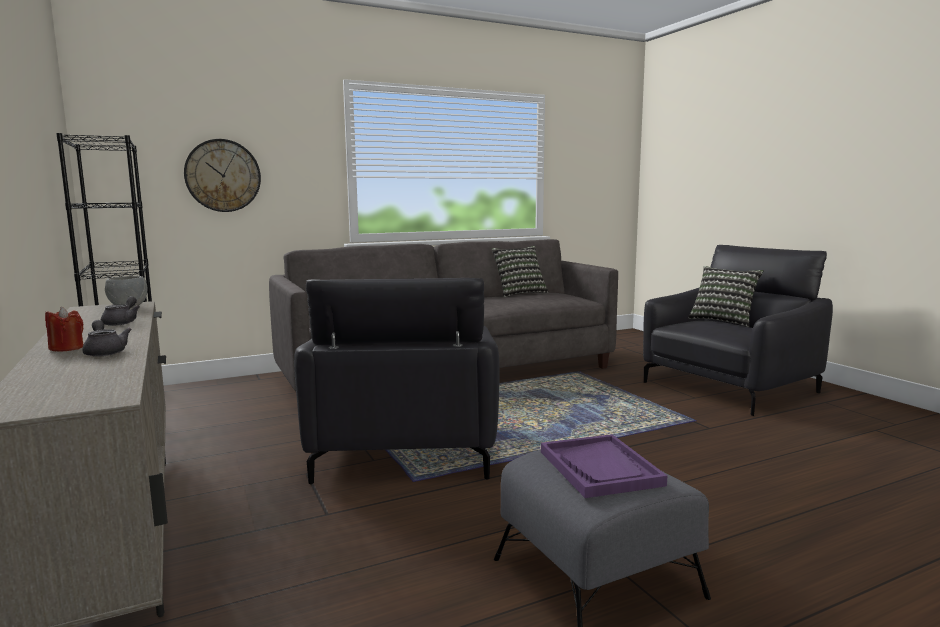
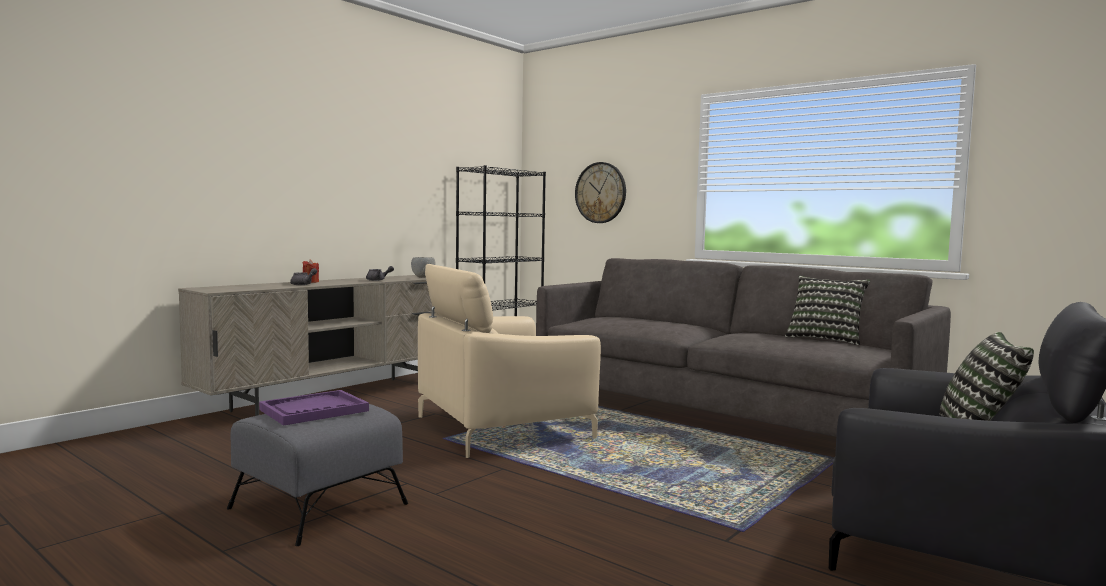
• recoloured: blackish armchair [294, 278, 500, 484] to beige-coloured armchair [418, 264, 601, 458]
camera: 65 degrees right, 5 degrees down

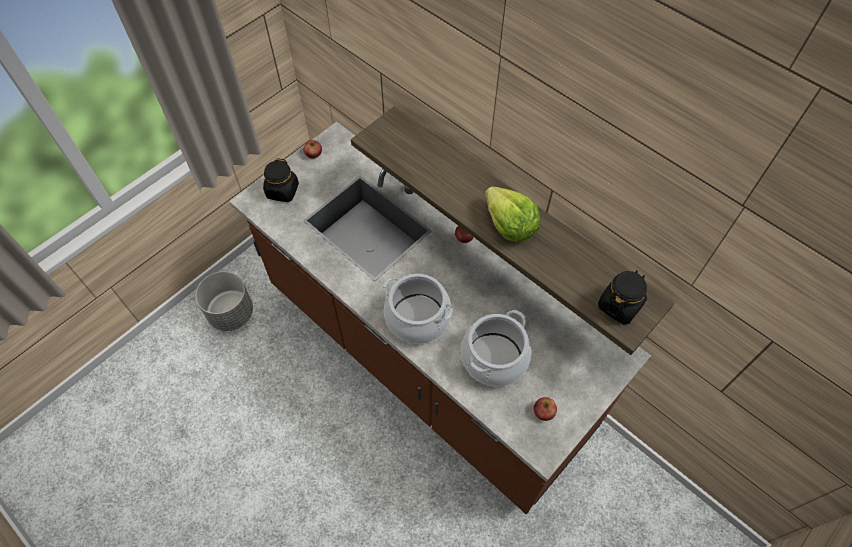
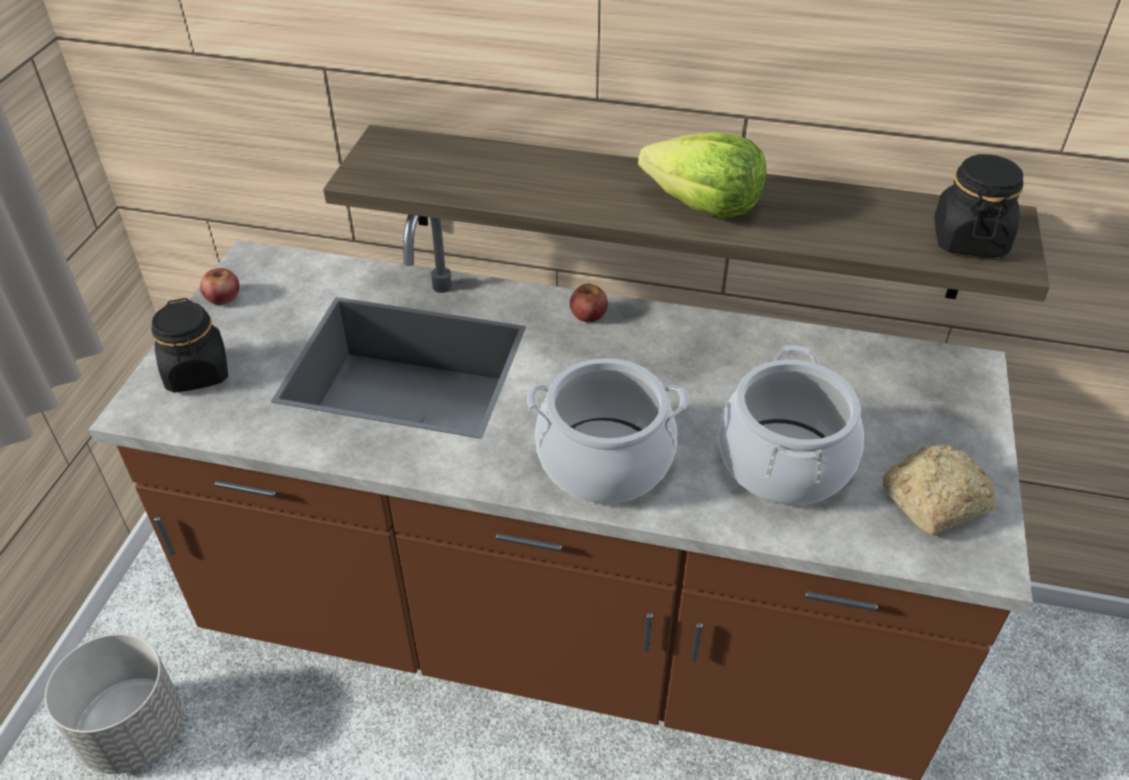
• replaced: apple [534, 397, 557, 421] to baked bread [883, 445, 995, 536]
camera: 30 degrees left, 15 degrees down

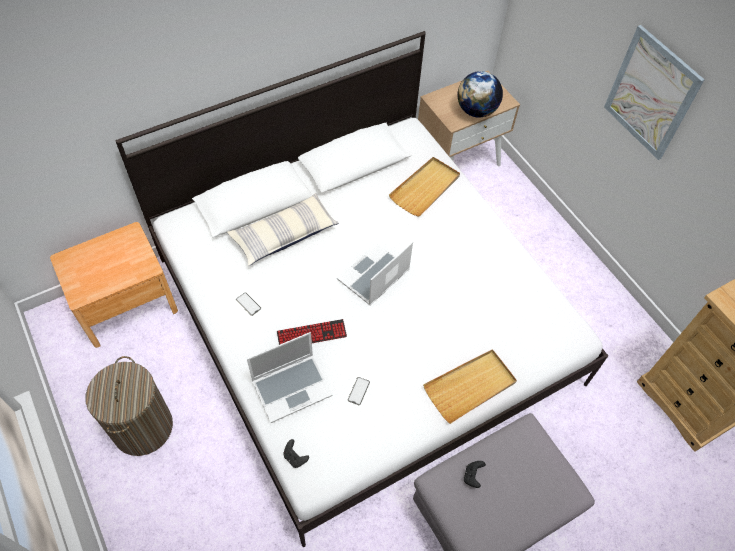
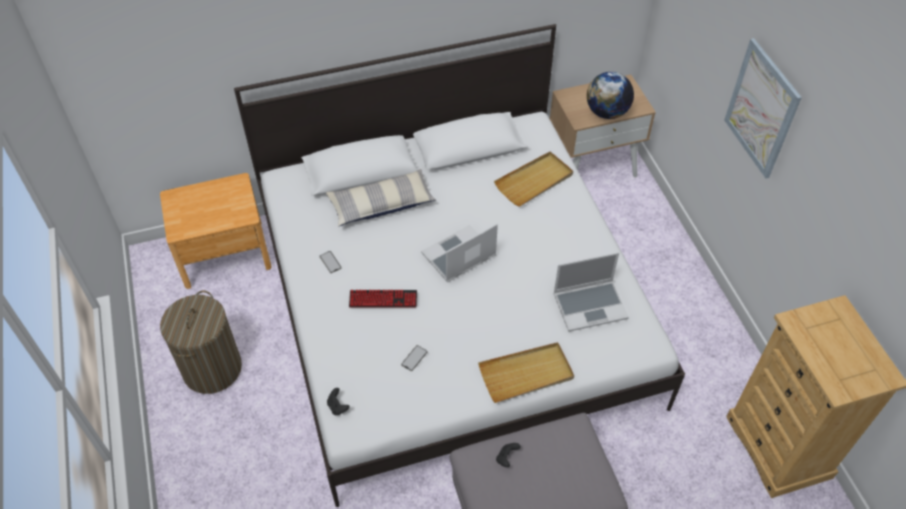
• moved: notebook computer [247, 332, 333, 423] to [553, 252, 629, 332]
camera: 15 degrees right, 5 degrees down

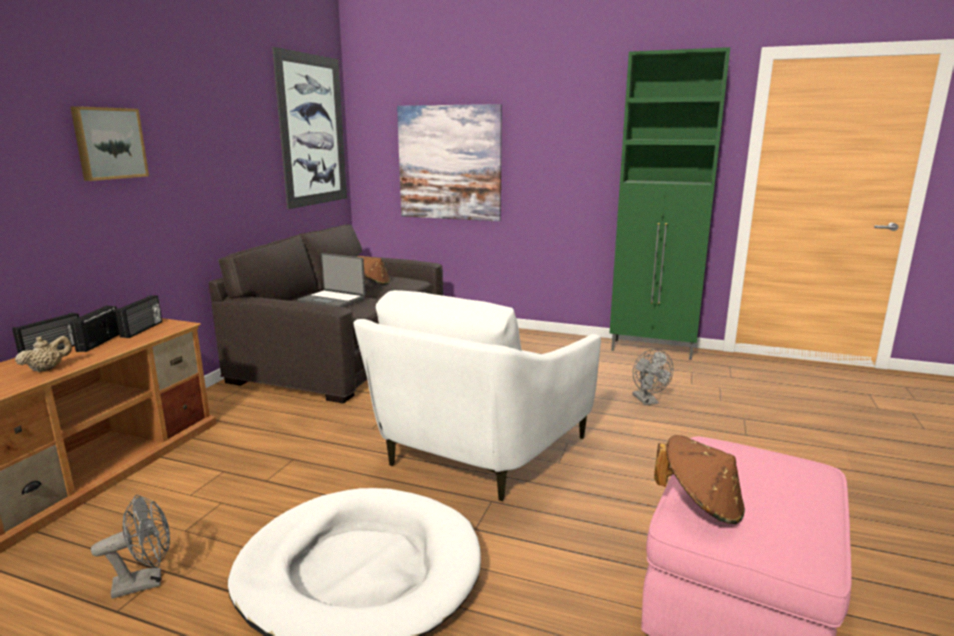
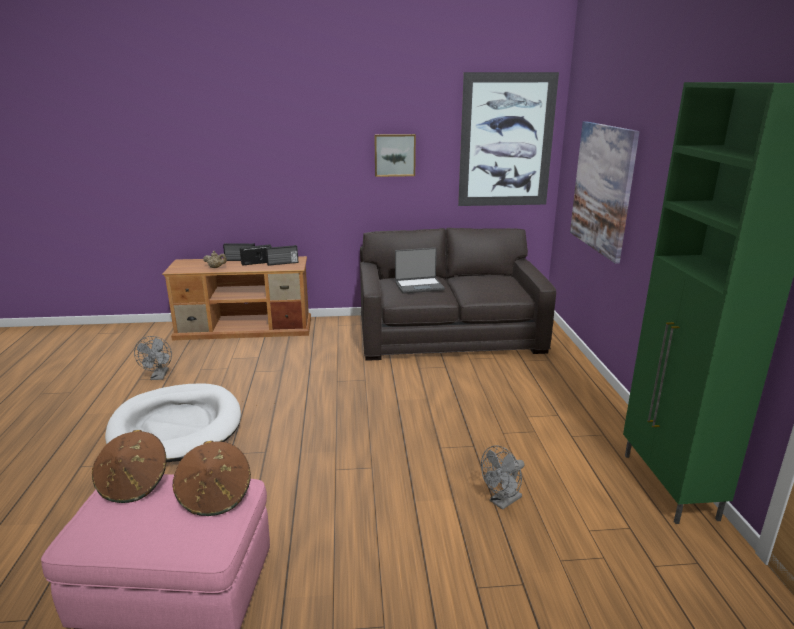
• moved: wall art [70, 106, 149, 181] to [374, 134, 416, 177]
• turned: notebook computer [298, 253, 366, 307] = [395, 248, 445, 294] 105 degrees counterclockwise
• moved: brown wearable hat [357, 256, 390, 285] to [172, 441, 251, 516]
• removed: white-coloured armchair [353, 290, 601, 501]
• turned: grey electric fan [91, 495, 170, 599] = [134, 336, 172, 380] 45 degrees clockwise
camera: 65 degrees right, 5 degrees up

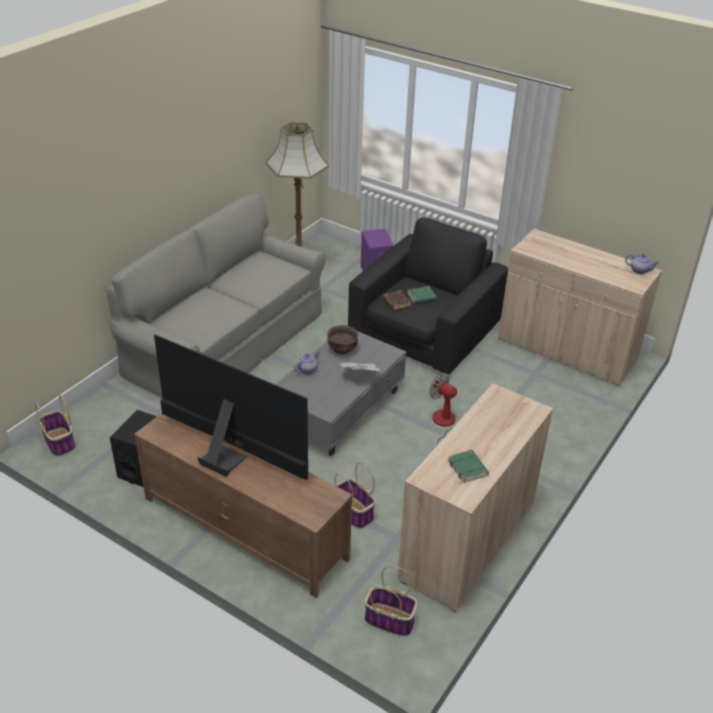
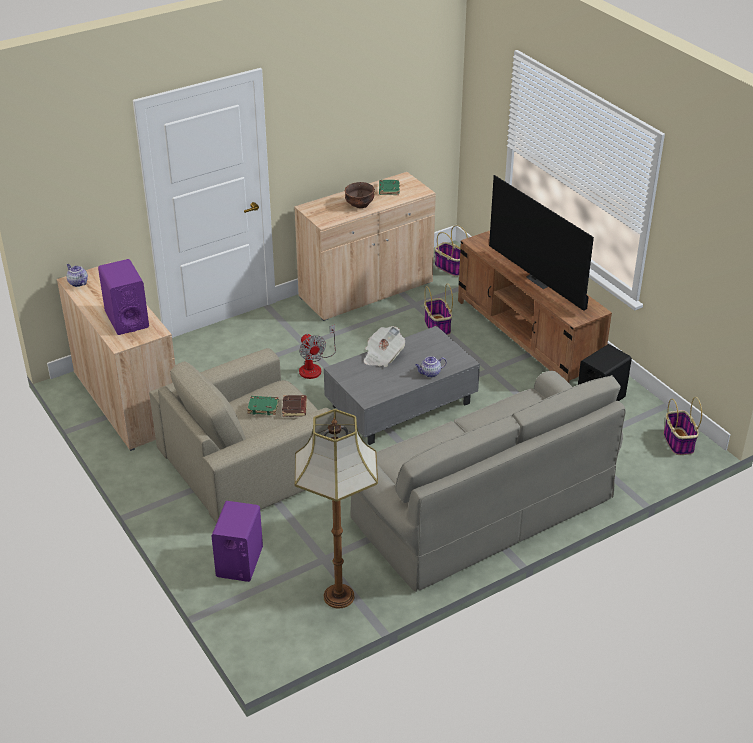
• recoloured: blackish armchair [348, 218, 508, 374] to beige-coloured armchair [149, 348, 330, 523]
• moved: brown serving bowl [327, 325, 359, 355] to [345, 182, 375, 208]
• added: purple loudspeaker [98, 259, 149, 335]
camera: 155 degrees left, 0 degrees up

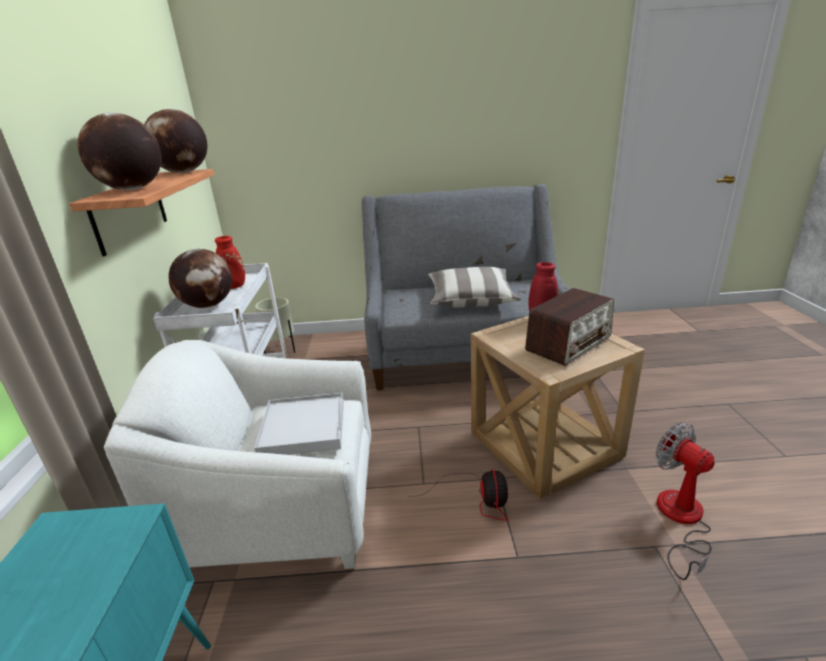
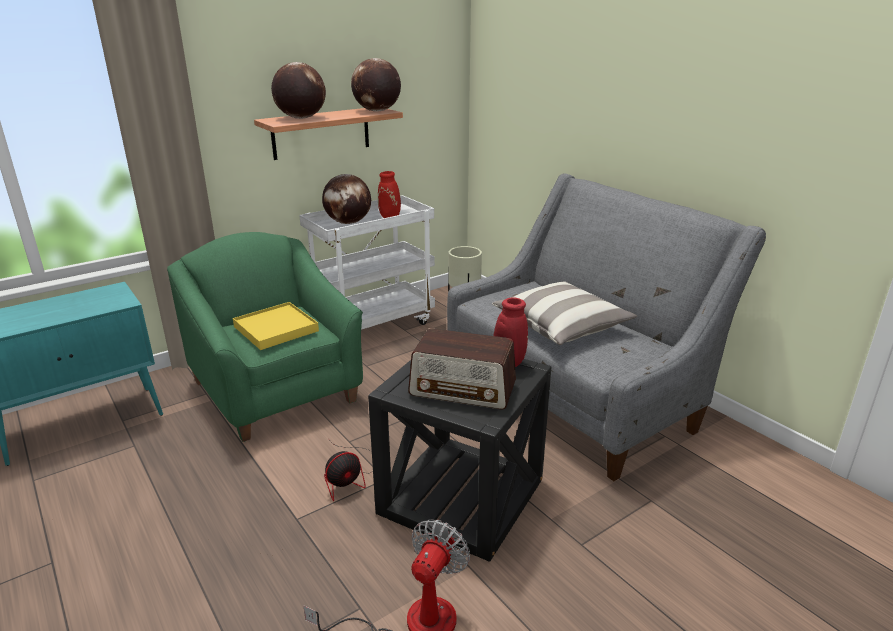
• recoloured: beige-coloured accent table [471, 316, 645, 499] to blackish accent table [368, 359, 551, 562]
• recoloured: white-coloured armchair [104, 340, 371, 569] to green armchair [167, 232, 363, 442]
• recoloured: white-coloured carrying tray [254, 393, 344, 455] to yellow-coloured carrying tray [233, 302, 319, 350]
camera: 55 degrees right, 0 degrees up

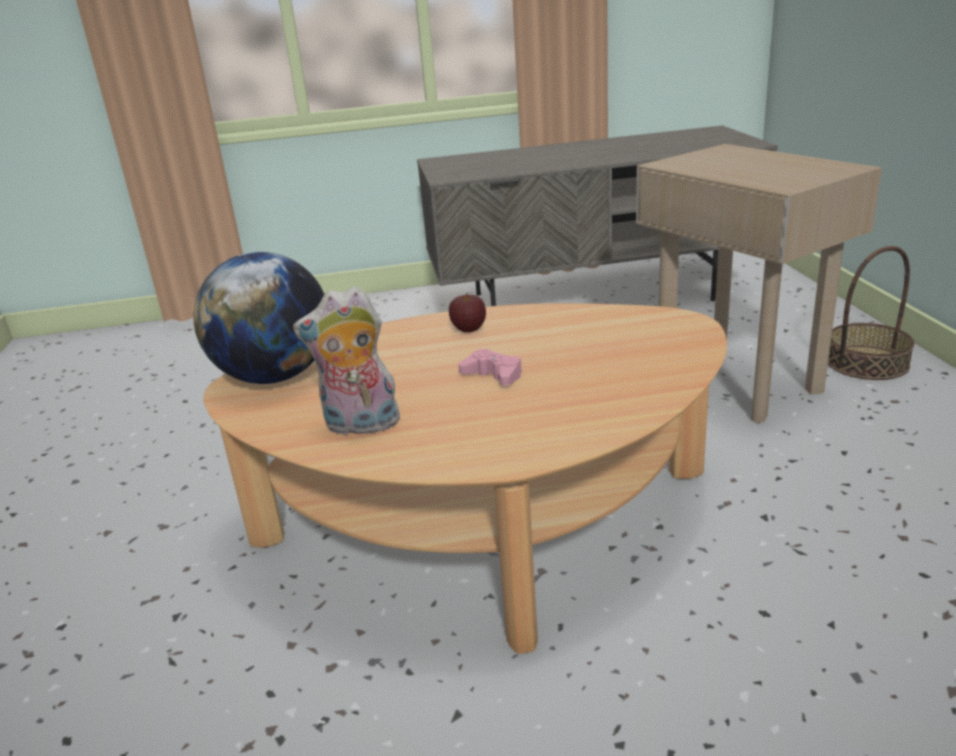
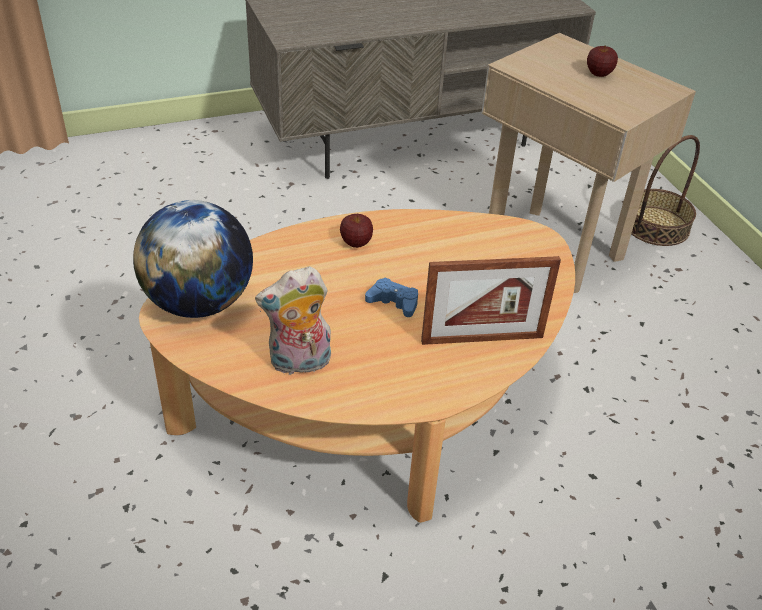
• recoloured: pinkish game controller [458, 349, 522, 386] to bluish game controller [365, 278, 418, 317]
• added: apple [587, 45, 618, 77]
• added: standing frame [421, 256, 561, 345]
camera: 15 degrees left, 15 degrees up

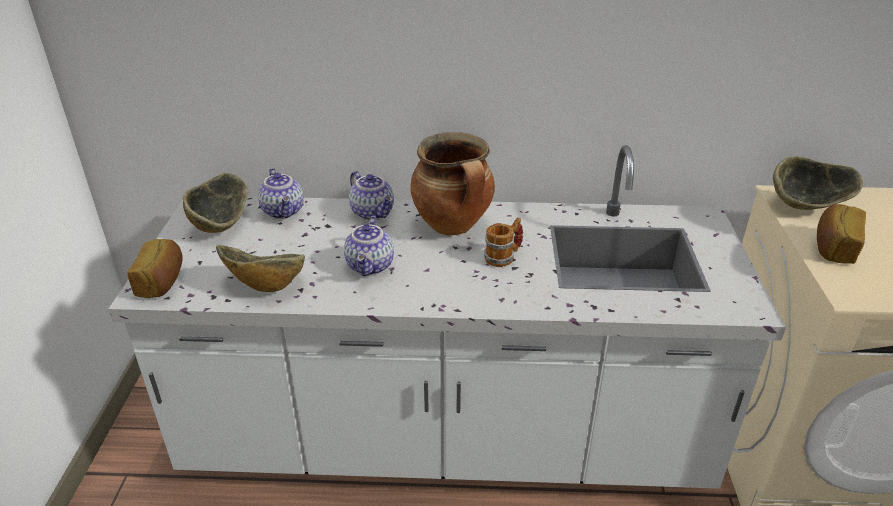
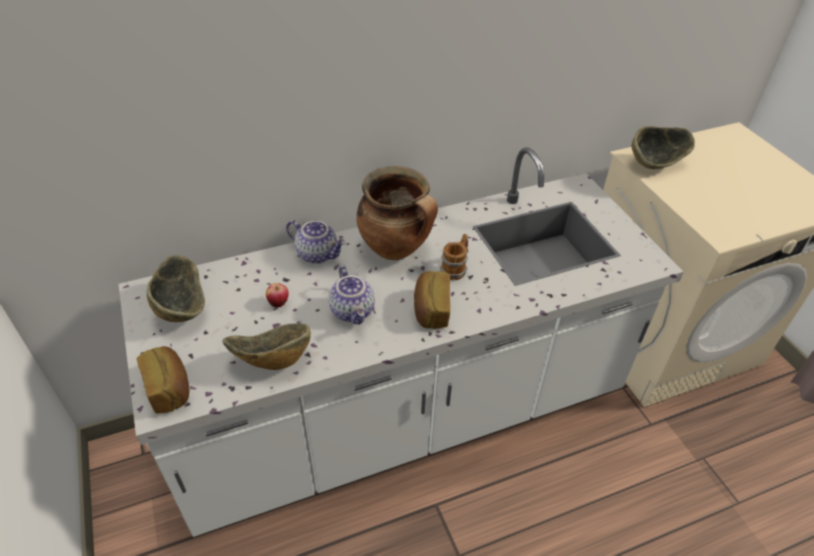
• removed: teapot [258, 168, 304, 219]
• moved: baked bread [817, 204, 866, 264] to [414, 271, 450, 329]
• added: apple [266, 283, 289, 307]
camera: 25 degrees left, 10 degrees up

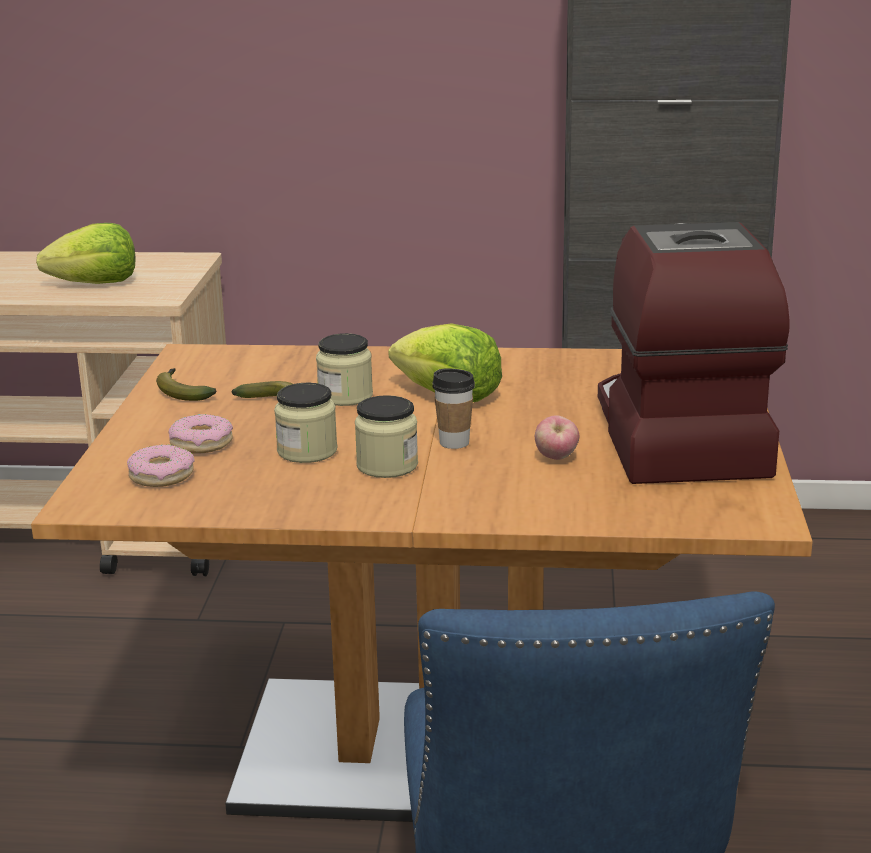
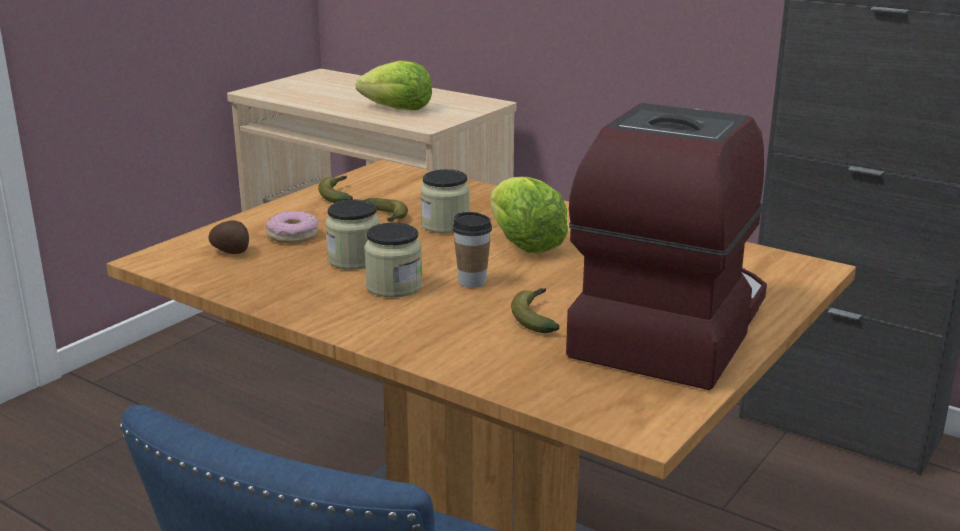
• replaced: apple [535, 415, 579, 460] to banana fruit [511, 288, 559, 333]
• replaced: donut [127, 444, 195, 487] to spud [209, 220, 249, 254]
camera: 30 degrees right, 0 degrees up

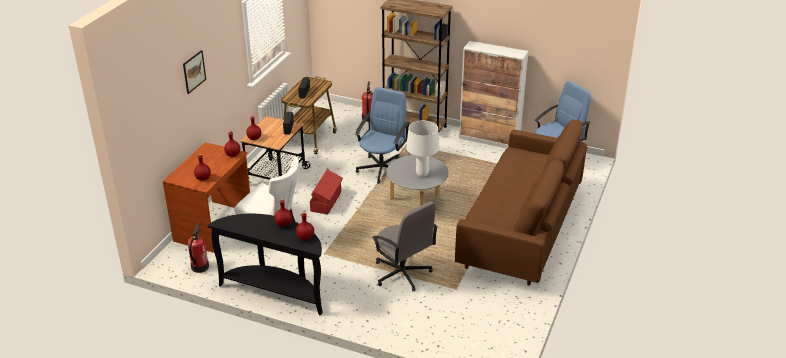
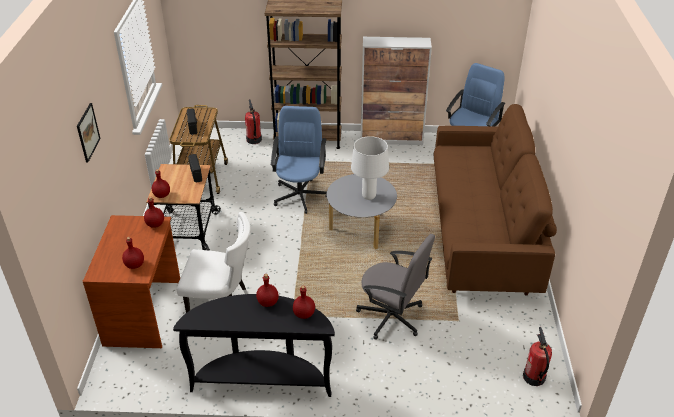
• removed: reddish storage bin [310, 169, 343, 215]
• moved: fire-fighting cylinder [188, 223, 209, 273] to [523, 327, 552, 386]
camera: 20 degrees left, 5 degrees up

